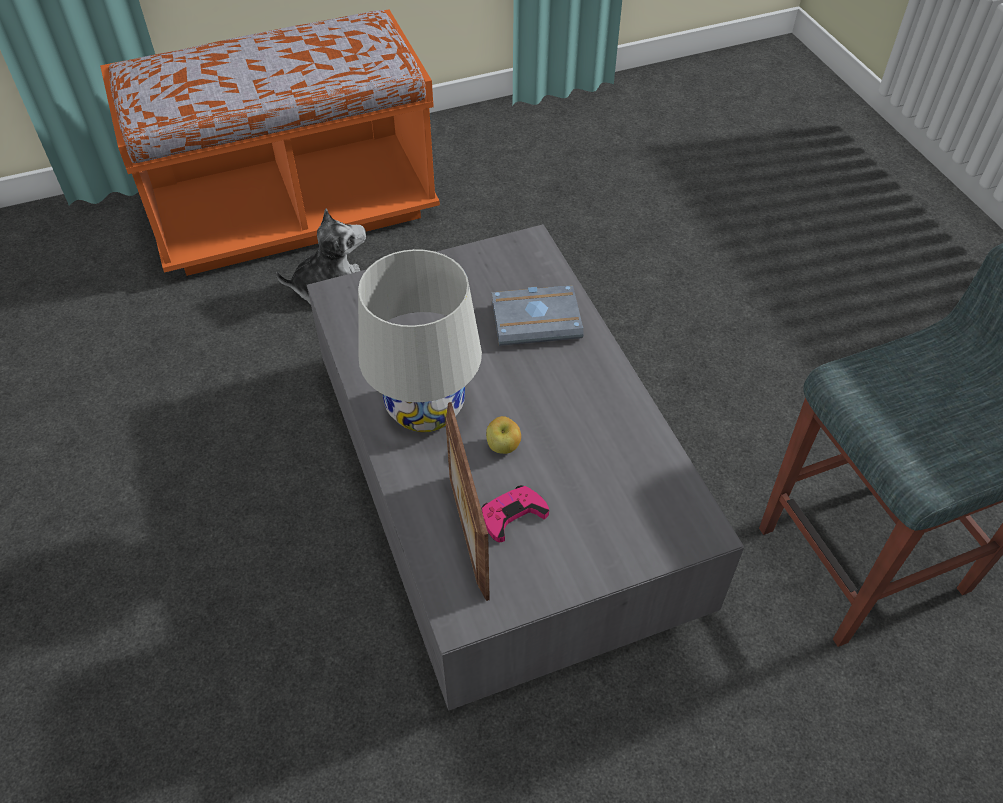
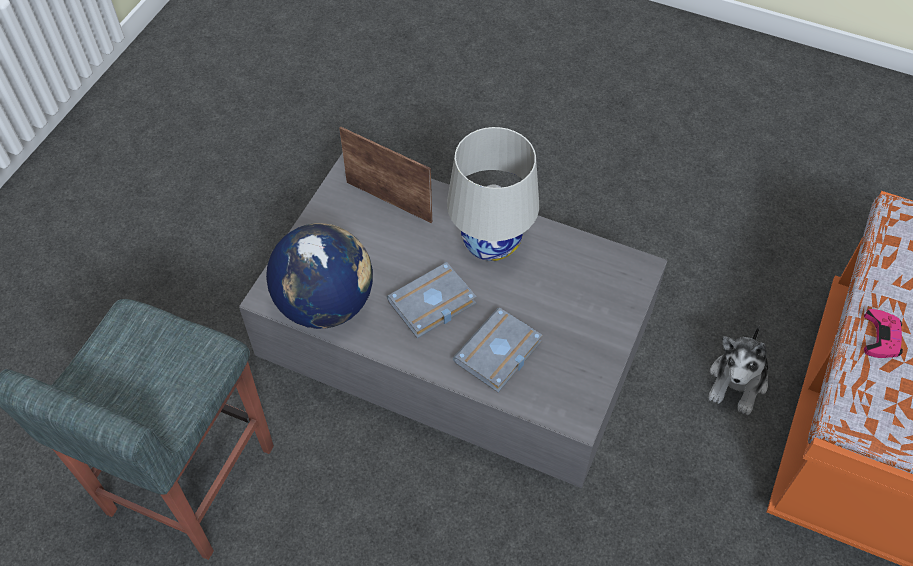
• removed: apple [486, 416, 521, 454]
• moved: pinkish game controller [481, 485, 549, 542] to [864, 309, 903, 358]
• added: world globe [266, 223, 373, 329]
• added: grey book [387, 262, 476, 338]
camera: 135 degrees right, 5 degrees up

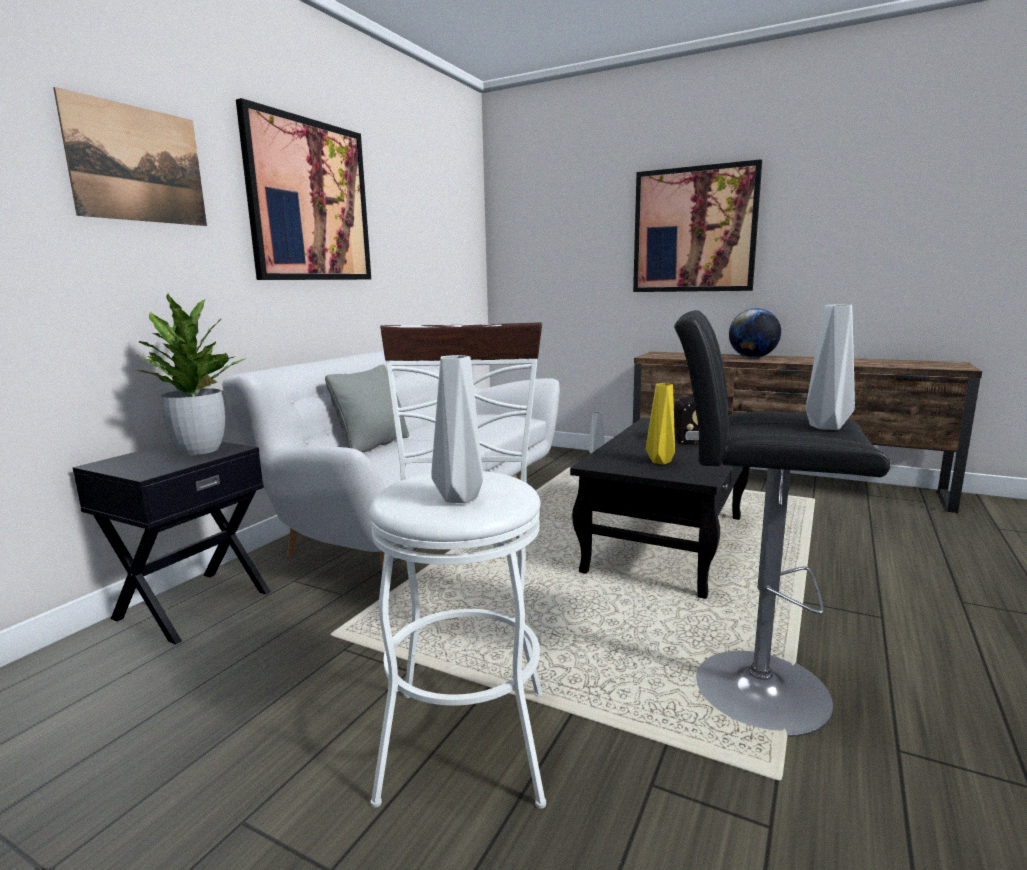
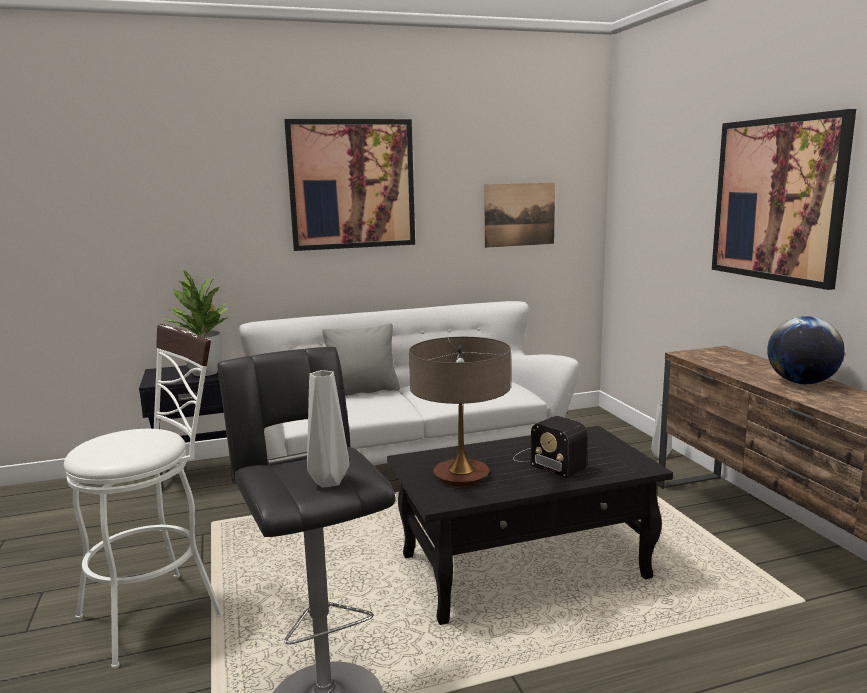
• moved: wall art [53, 87, 207, 226] to [484, 183, 555, 248]
• removed: grey vase [431, 355, 483, 503]
• replaced: yellow-coloured vase [646, 383, 675, 464] to lamp for a table [409, 337, 511, 487]
camera: 45 degrees right, 0 degrees up

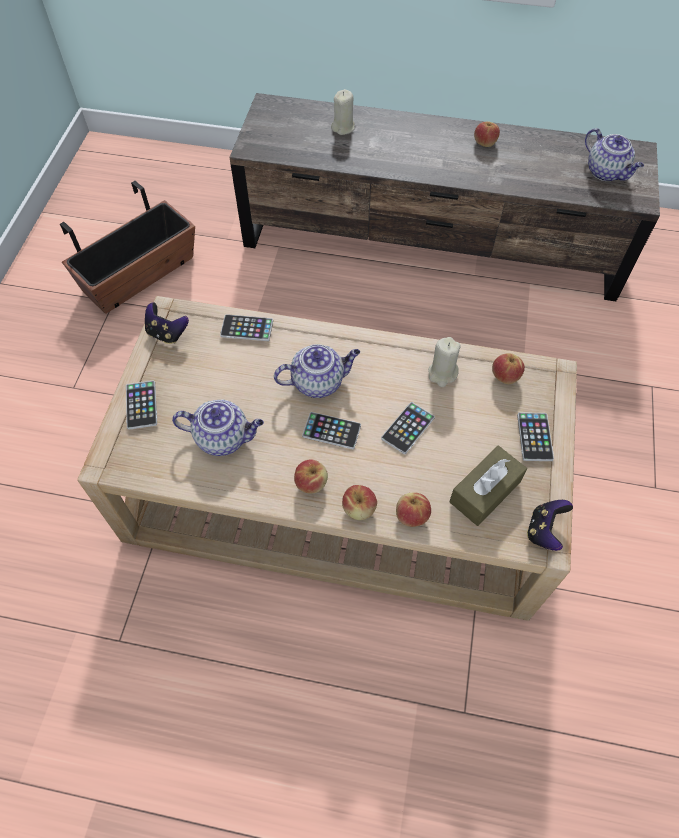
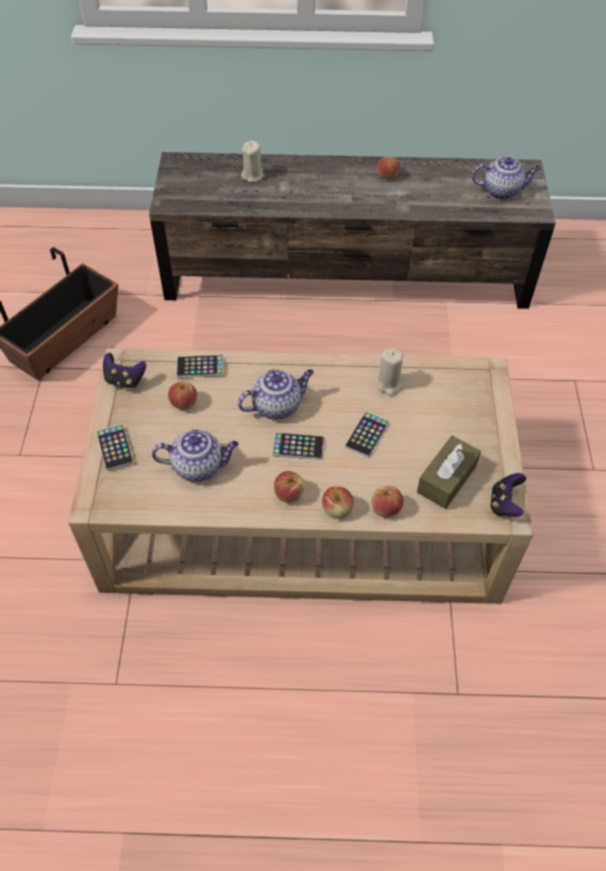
• turned: teapot [585, 128, 644, 181] = [472, 156, 540, 199] 45 degrees counterclockwise
• moved: apple [492, 353, 525, 384] to [168, 381, 197, 410]
• removed: telephone [517, 412, 554, 461]
camera: 10 degrees left, 5 degrees down

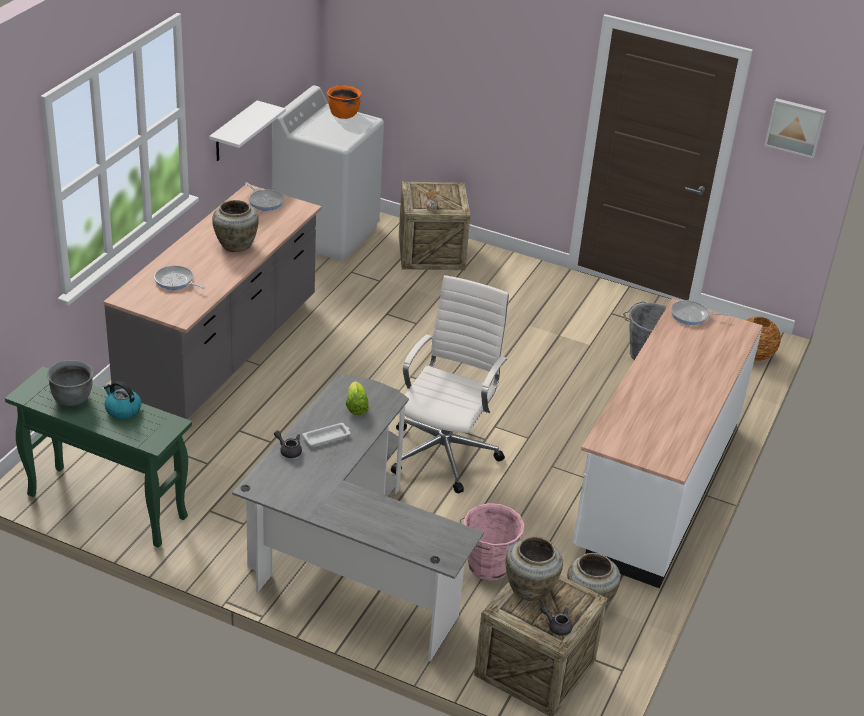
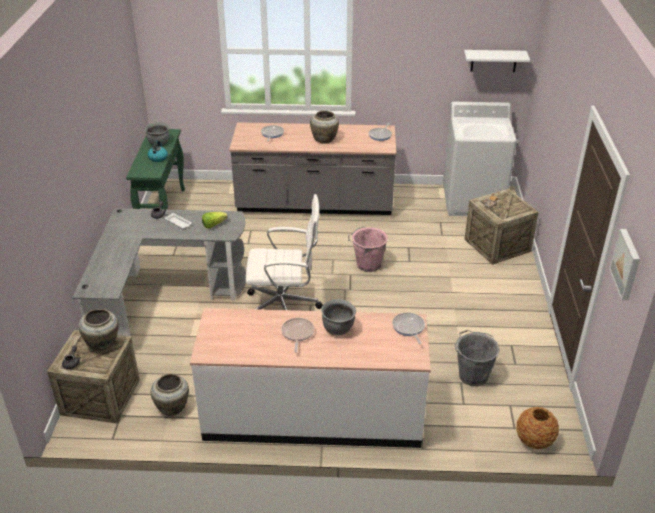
• removed: orange-coloured cooking pot [327, 86, 361, 119]
• moved: white-coloured bracket shelf [209, 100, 286, 161] to [464, 50, 530, 72]
• moved: pinkish pail [460, 503, 525, 580] to [348, 226, 388, 272]
• added: grey cooking pot [321, 299, 356, 335]
• added: skillet [281, 318, 314, 352]
camera: 70 degrees right, 0 degrees up

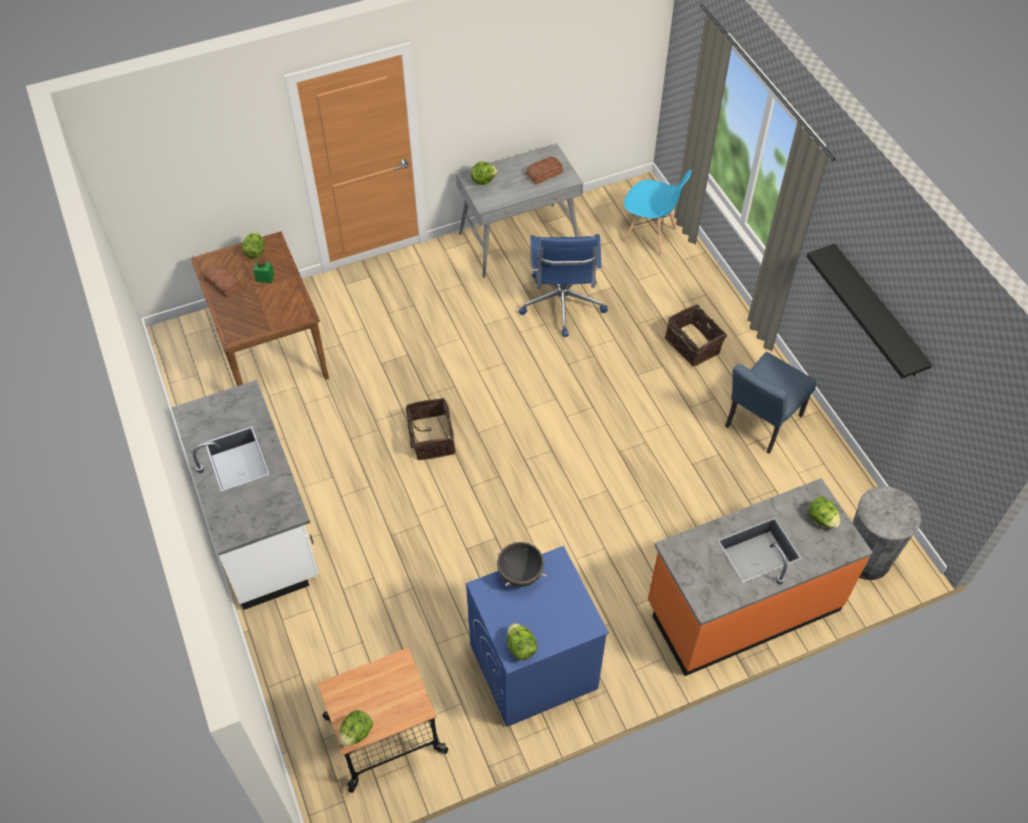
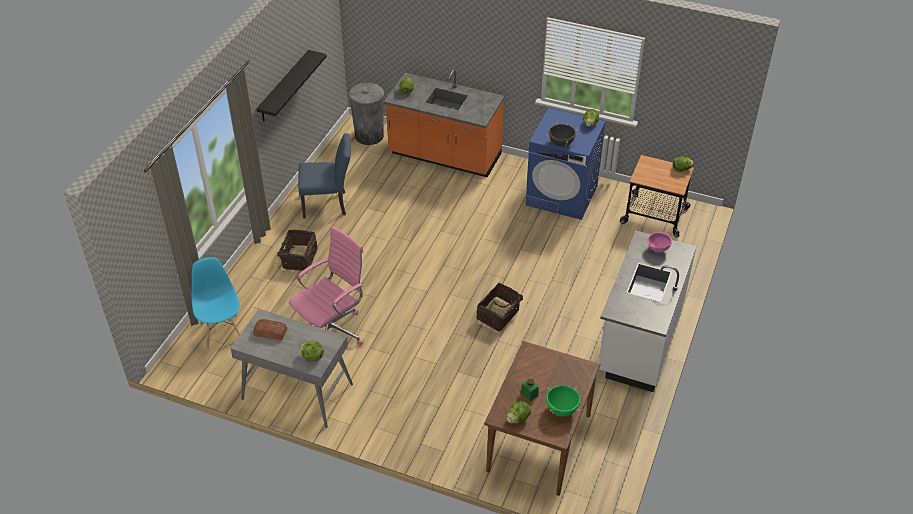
• recoloured: bluish office chair [519, 234, 608, 337] to pinkish office chair [289, 226, 364, 346]
• replaced: baked bread [203, 264, 242, 298] to green cooking pot [546, 385, 580, 417]
• added: pinkish serving bowl [647, 232, 672, 253]
camera: 135 degrees left, 10 degrees down

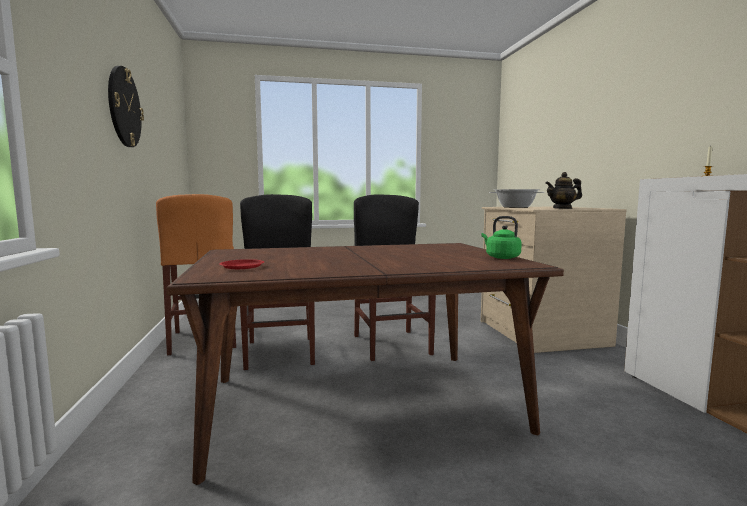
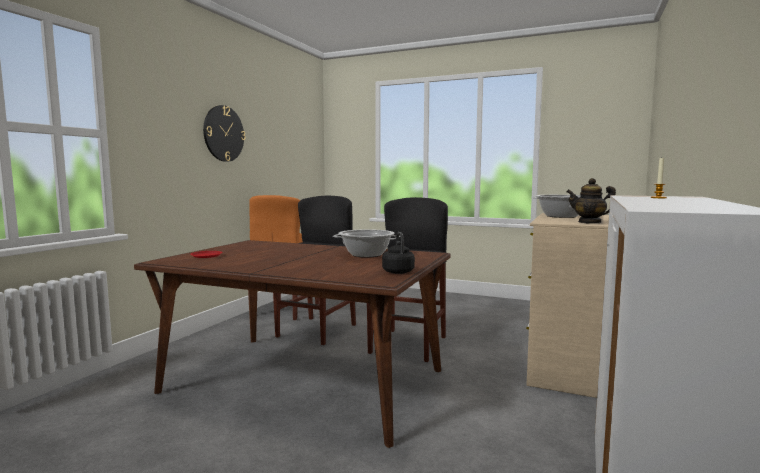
• recoloured: green tea kettle [481, 216, 522, 259] to blackish tea kettle [382, 232, 415, 274]
• added: cooking pot [333, 229, 400, 258]
camera: 35 degrees right, 0 degrees up

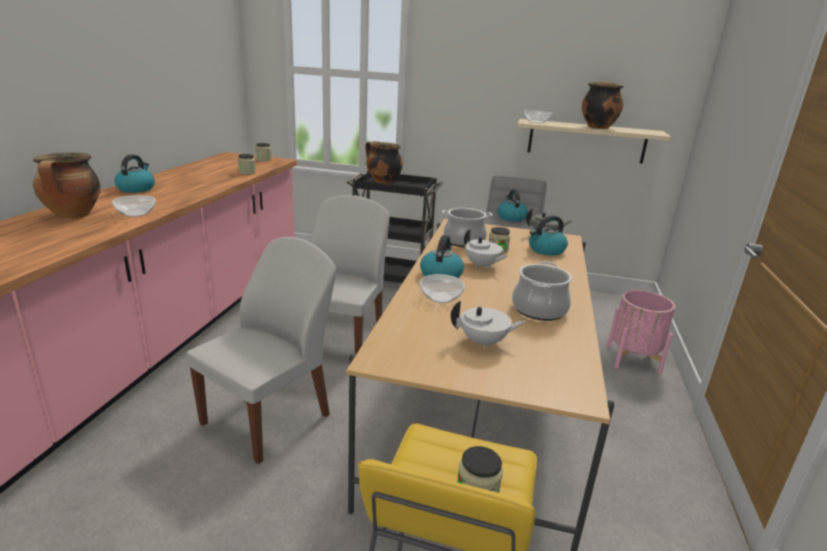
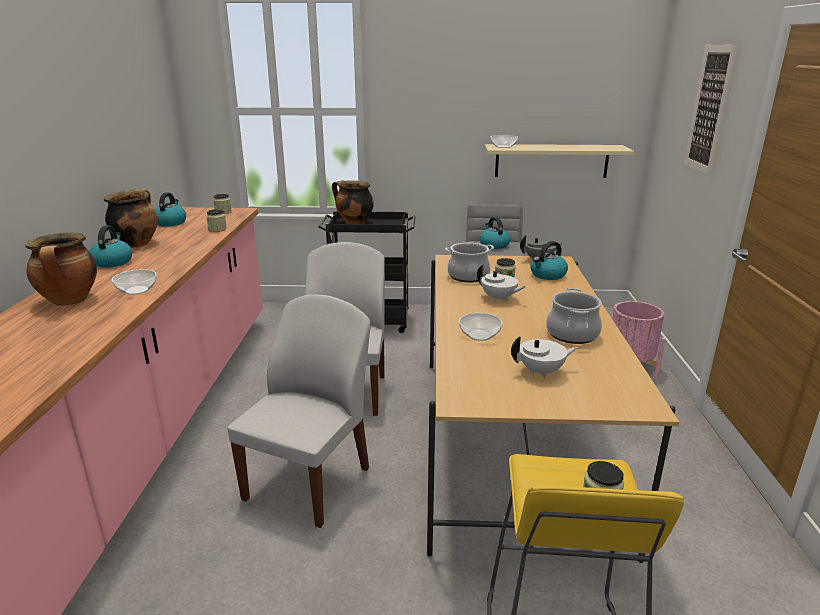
• moved: cooking pot [582, 82, 623, 129] to [104, 189, 158, 248]
• moved: tea kettle [420, 235, 464, 278] to [155, 192, 186, 227]
• added: wall art [684, 44, 738, 175]
camera: 10 degrees left, 0 degrees up

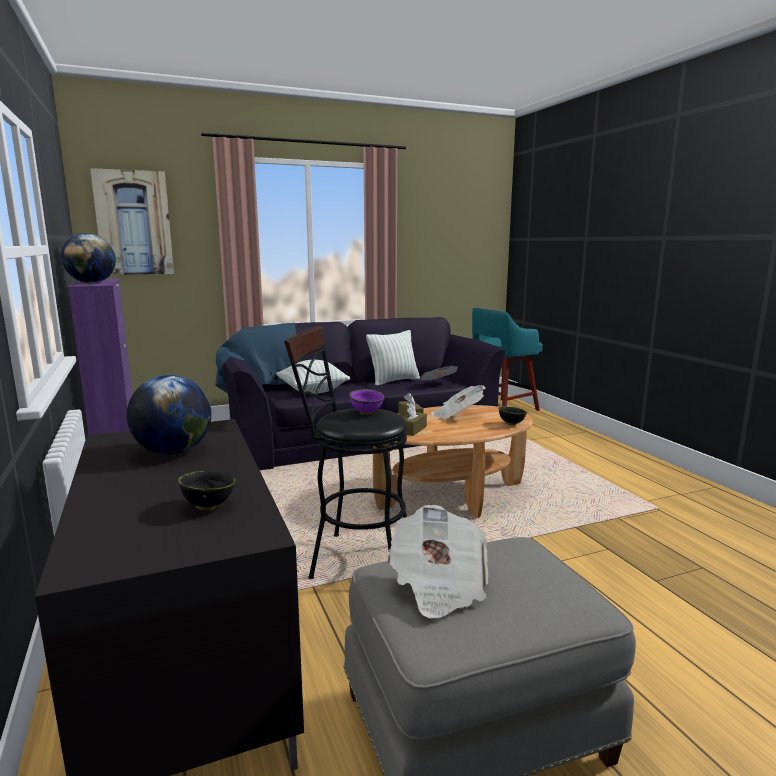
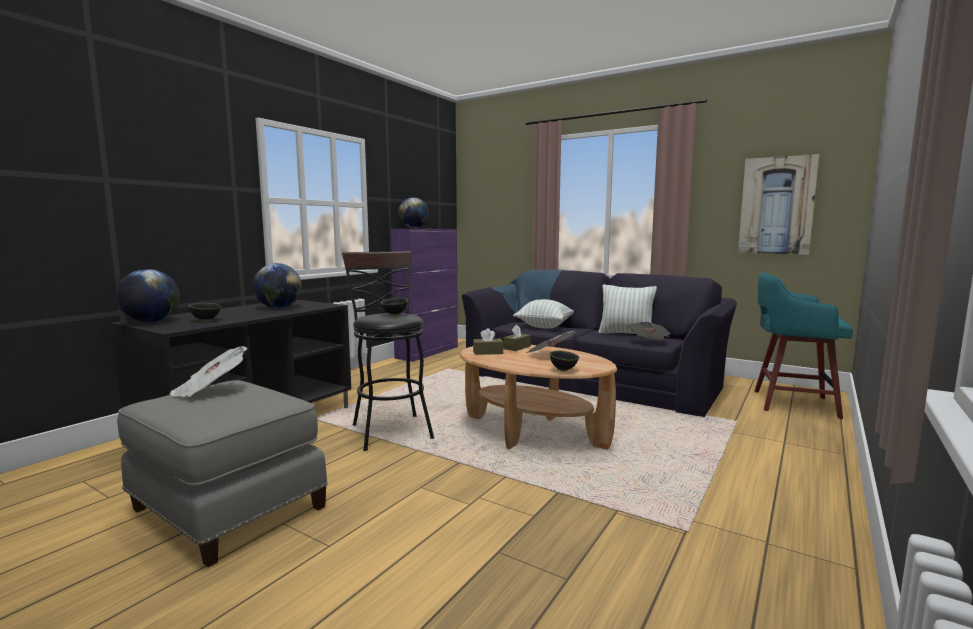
• moved: wall art [90, 168, 174, 275] to [738, 154, 819, 255]
• recoloured: purple serving bowl [349, 389, 385, 415] to blackish serving bowl [380, 298, 408, 316]
• added: world globe [116, 269, 180, 323]
camera: 55 degrees right, 5 degrees down

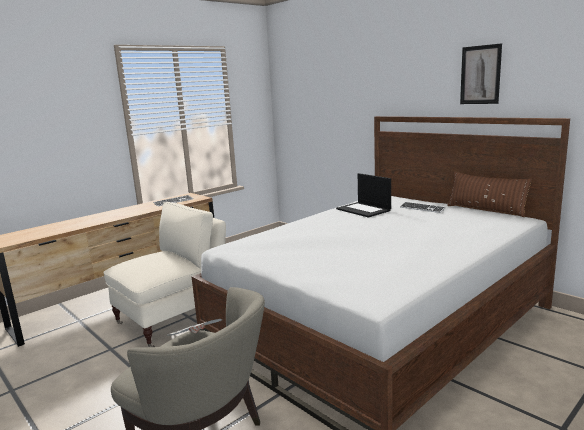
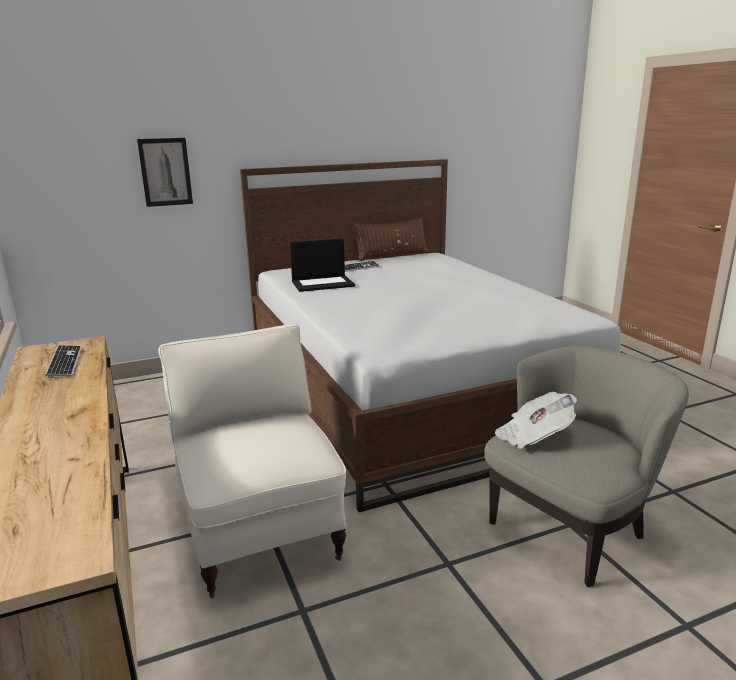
• moved: wall art [460, 43, 502, 104] to [137, 138, 193, 207]
camera: 70 degrees left, 5 degrees up

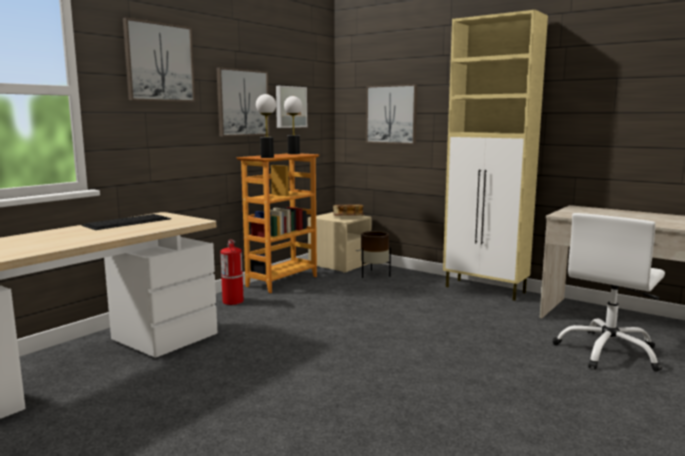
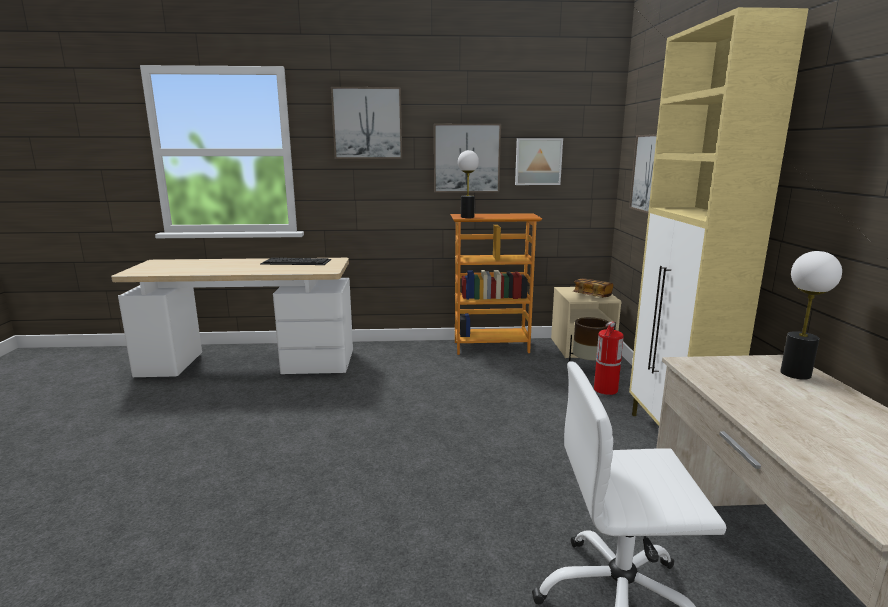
• moved: lamp for a table [284, 96, 302, 154] to [780, 251, 842, 380]
• moved: fire-fighting cylinder [220, 239, 244, 305] to [594, 321, 624, 395]
camera: 50 degrees right, 5 degrees up

